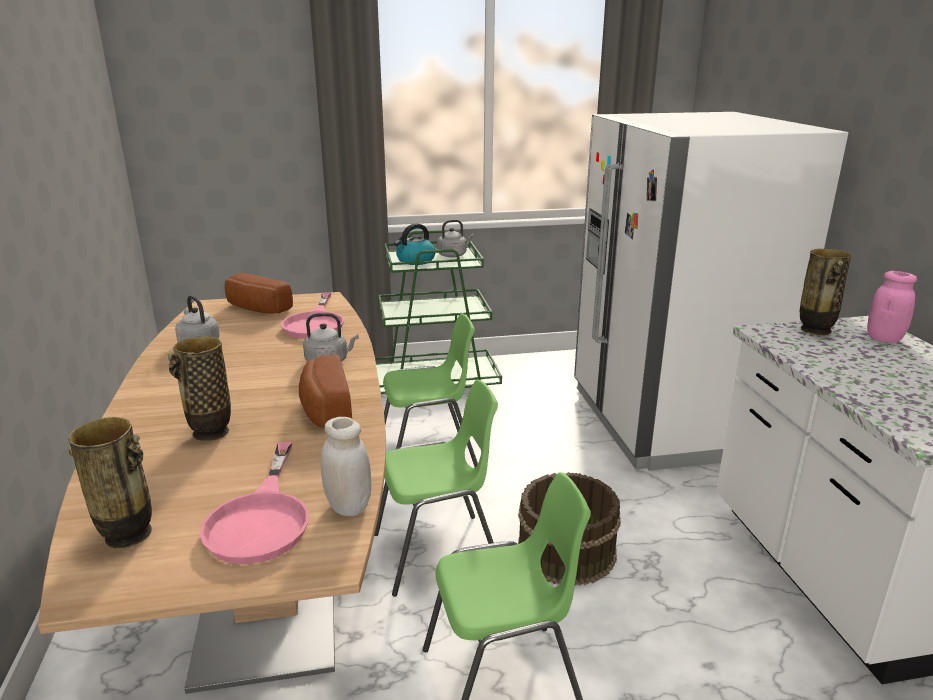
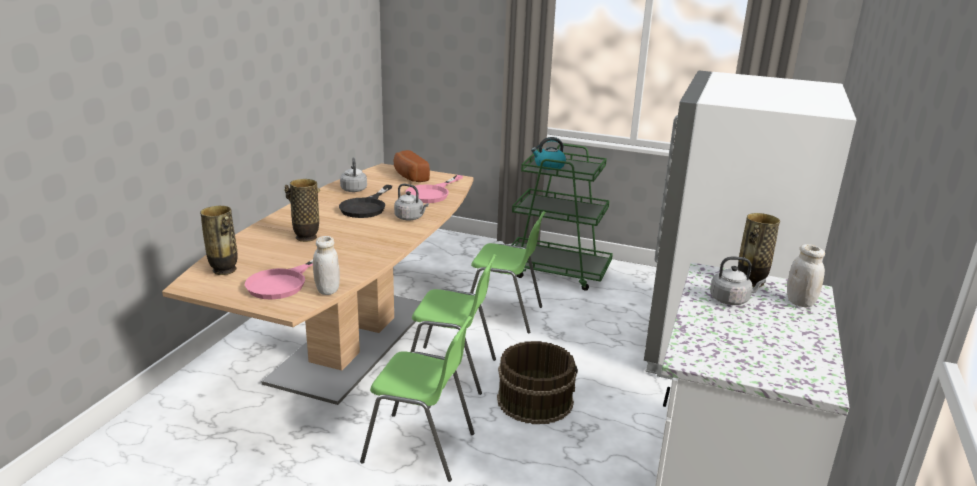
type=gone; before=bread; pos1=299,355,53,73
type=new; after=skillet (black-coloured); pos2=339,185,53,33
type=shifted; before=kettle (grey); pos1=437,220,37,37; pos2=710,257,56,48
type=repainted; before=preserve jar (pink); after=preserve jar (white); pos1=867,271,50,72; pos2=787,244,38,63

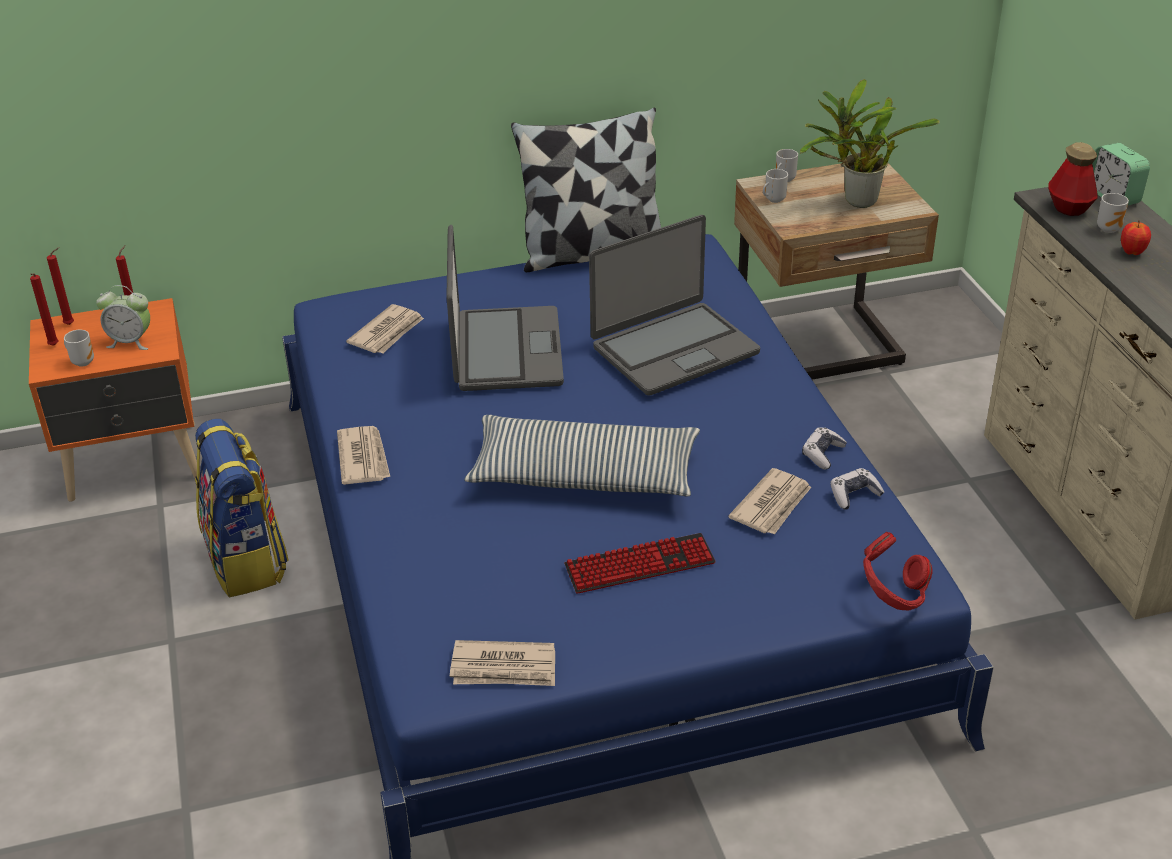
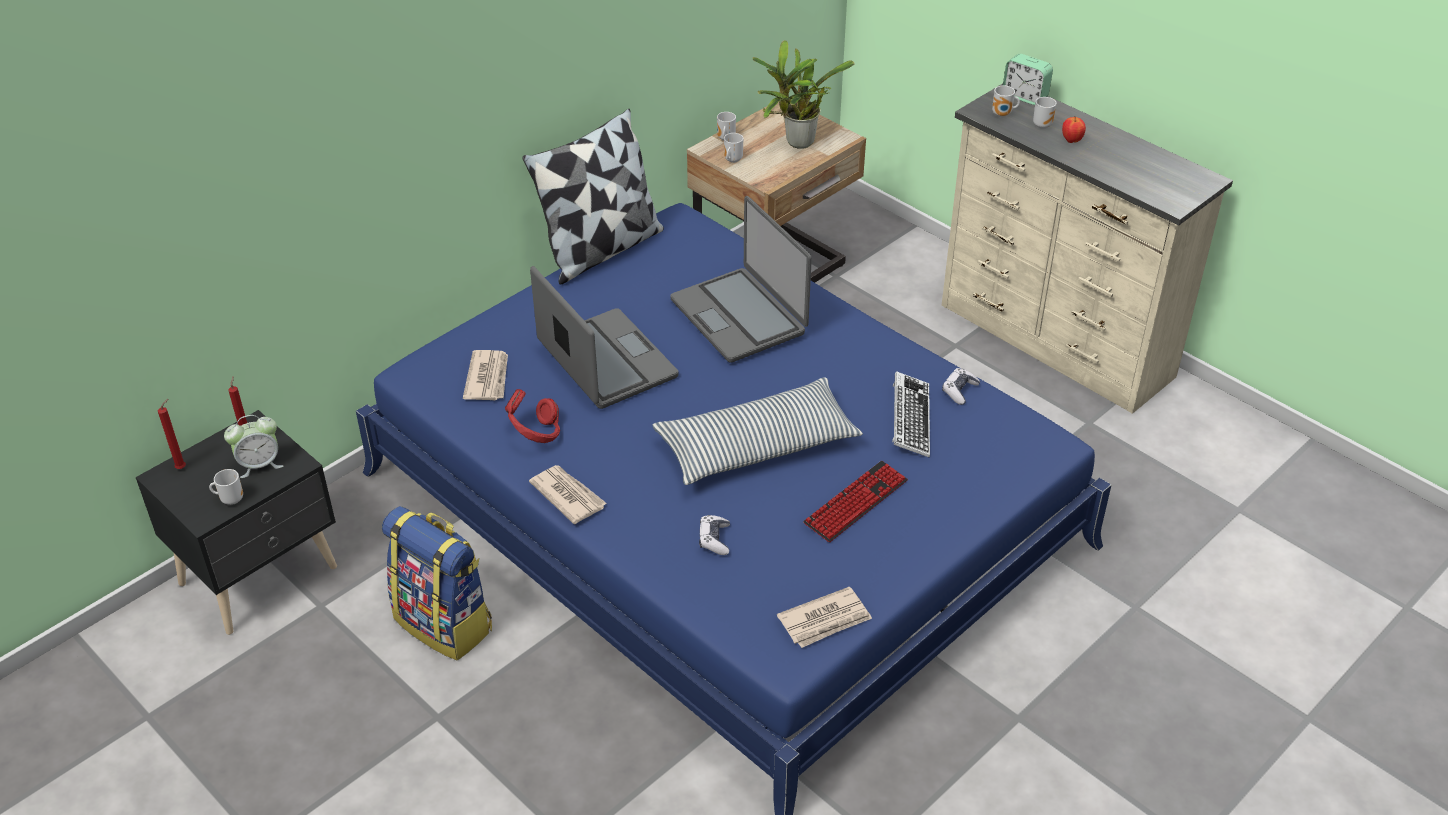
type=gone; before=candle (red-coloured); pos1=30,273,28,73
type=shifted; before=gamepad; pos1=802,427,45,43; pos2=699,515,31,40
type=shifted; before=pair of headphones (red-coloured); pos1=863,532,69,79; pos2=505,389,55,54
type=swapped; before=daily paper; after=keyboard; pos1=728,468,83,67; pos2=892,371,38,87
type=swapped; before=beverage bottle; after=coffee mug; pos1=1048,142,50,74; pos2=992,86,28,31
type=repainted; before=night table (orange); after=night table (black-coloured); pos1=29,298,171,203; pos2=136,410,201,225
type=rotated; before=laptop; pos1=589,215,171,181; pos2=670,196,142,167; turn=120

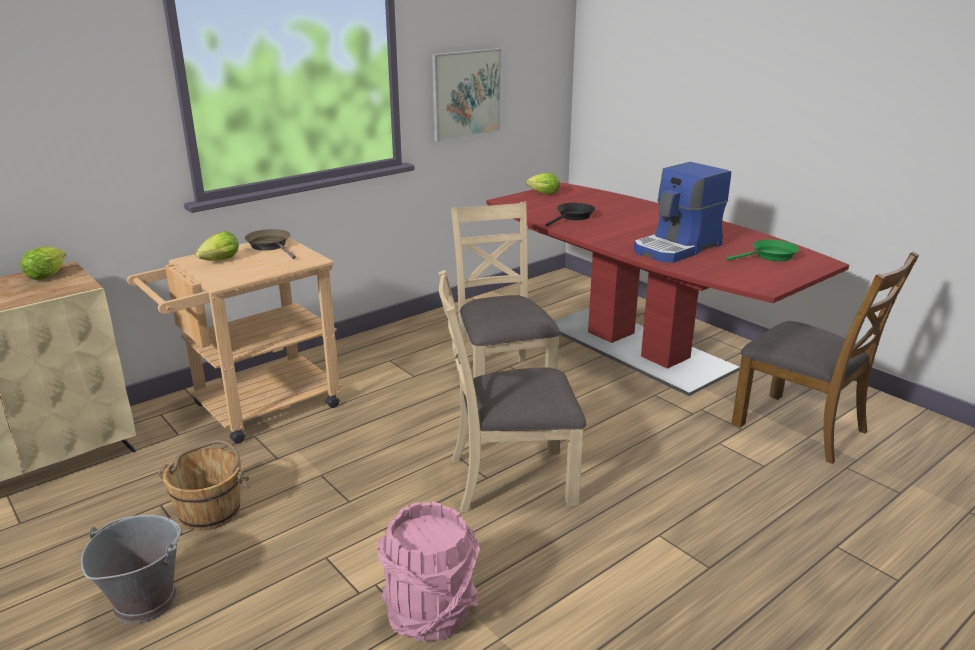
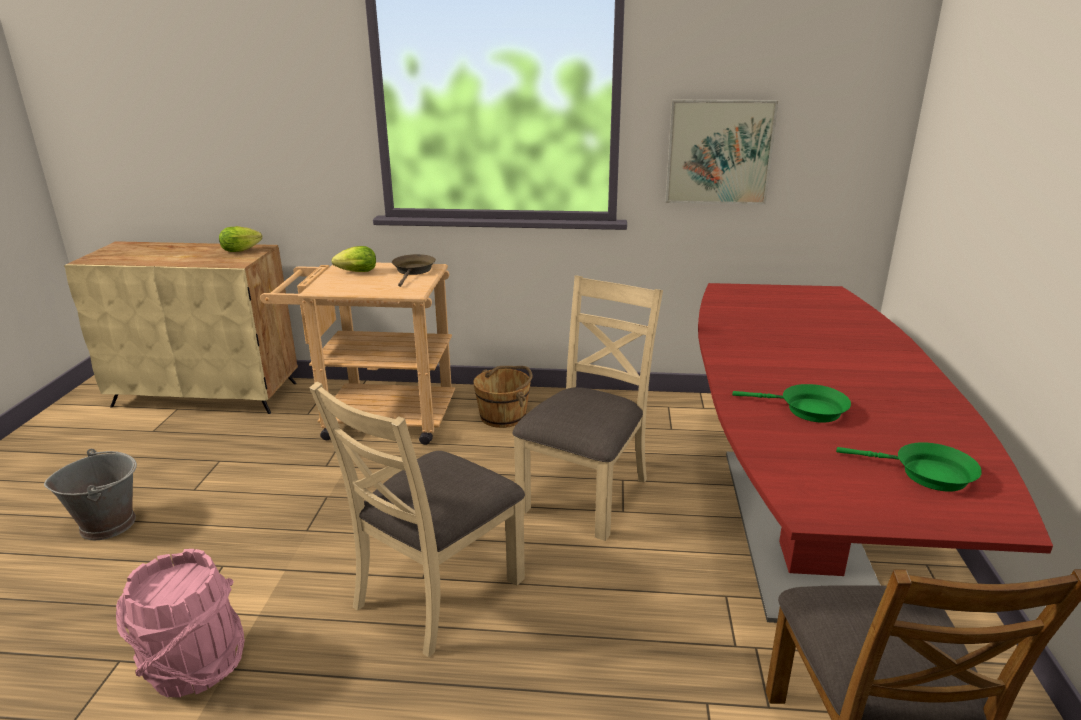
type=gone; before=lettuce; pos1=526,173,34,21
type=gone; before=skillet (black-coloured); pos1=546,203,49,23
type=shifted; before=bucket (brownish); pos1=158,440,92,91; pos2=473,366,59,62
type=swapped; before=coffee brewer; after=skillet (greenish); pos1=634,162,97,101; pos2=732,384,119,39
type=rotated; before=upright chair (beige); pos1=438,270,148,242; pos2=310,382,215,275; turn=-90

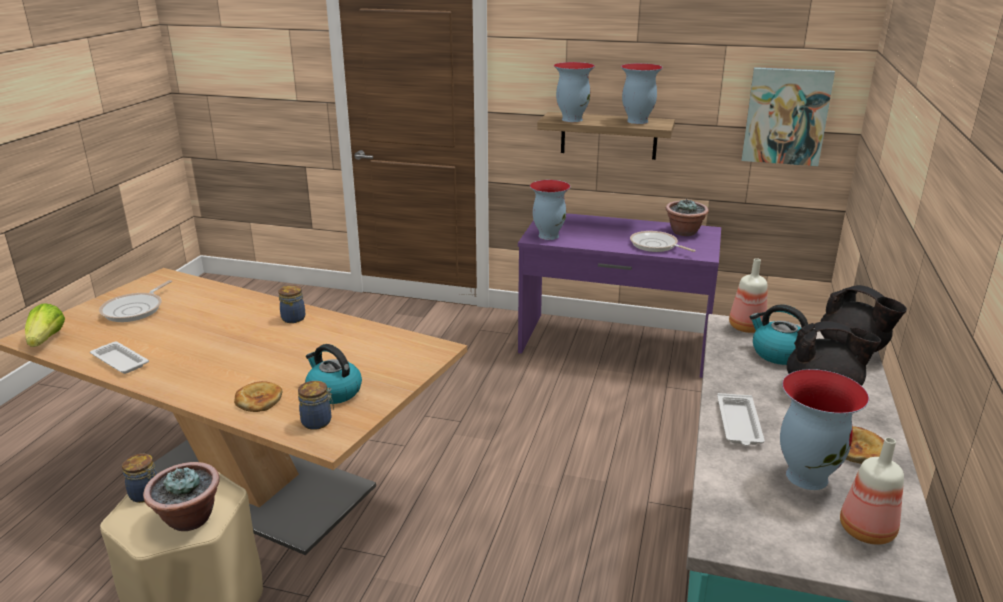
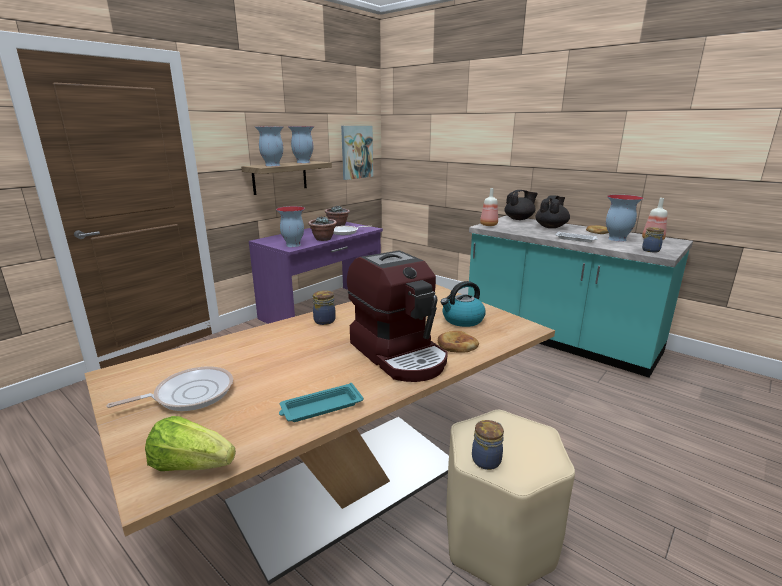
type=gone; before=kettle; pos1=750,304,58,61
type=new; after=coffee brewer; pos2=347,250,101,132
type=shifted; before=plant in a pot; pos1=143,462,77,69; pos2=308,216,29,25
type=shifted; before=preserve jar; pos1=298,381,36,49; pos2=642,227,22,25
type=repainted; before=carrying tray (white); after=carrying tray (turquoise); pos1=90,342,59,32; pos2=279,383,85,39
type=rotated; before=skillet; pos1=99,280,73,42; pos2=106,366,127,45; turn=-75

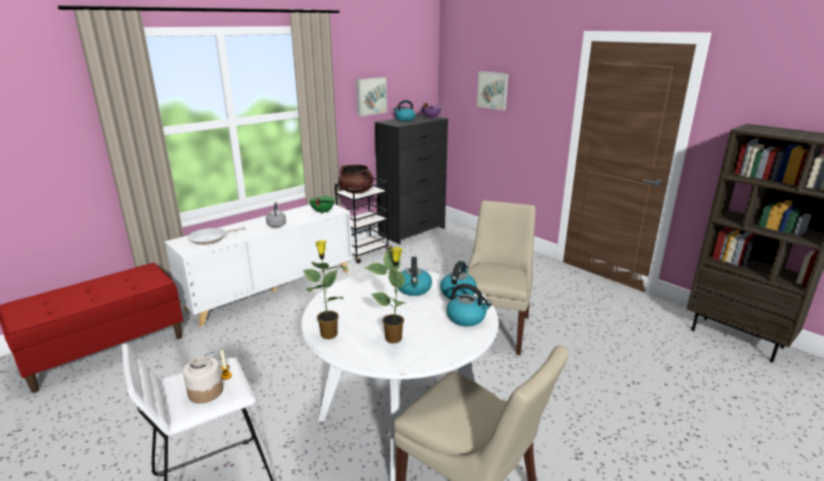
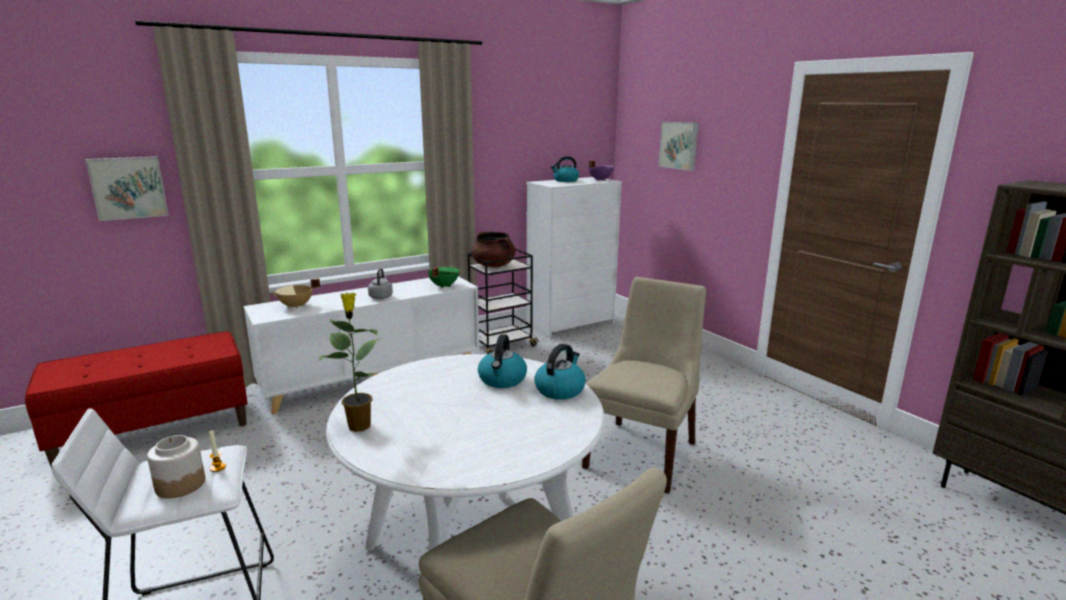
type=gone; before=plant in a pot; pos1=365,247,55,96
type=gone; before=kettle; pos1=446,283,46,43
type=shifted; before=wall picture; pos1=356,77,31,39; pos2=86,156,83,65
type=swapped; before=skillet; after=stockpot (beige); pos1=188,227,57,18; pos2=270,278,50,31
type=repainted; before=drawer chest (black-coloured); after=drawer chest (white); pos1=375,114,73,131; pos2=526,177,96,161

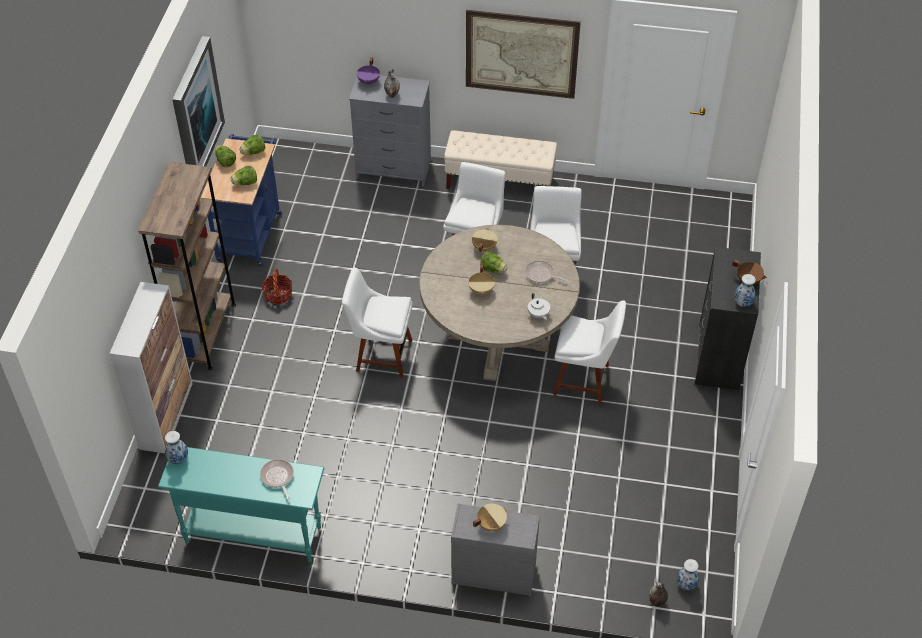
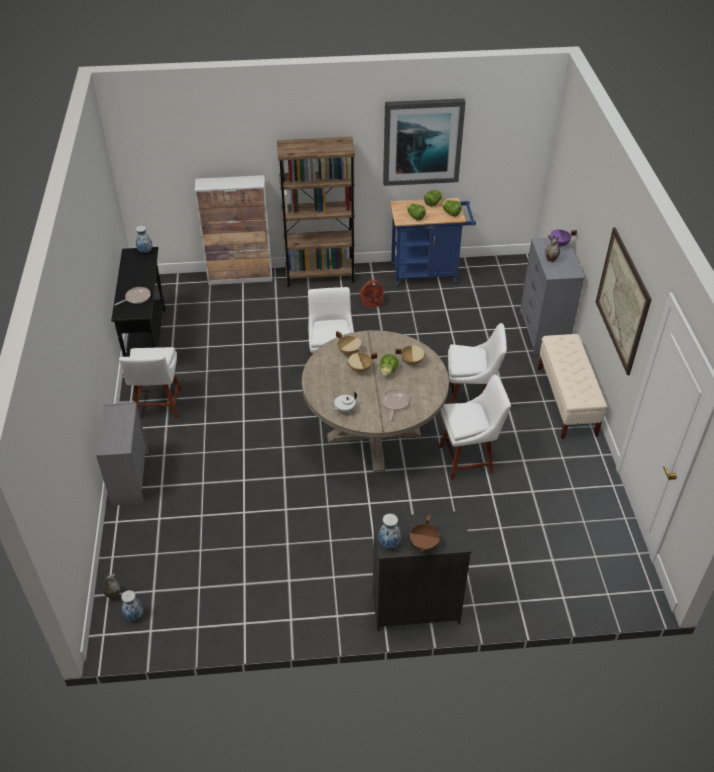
type=shifted; before=stockpot (beige); pos1=473,504,35,27; pos2=336,331,25,24
type=shifted; before=upright chair (white); pos1=553,300,73,104; pos2=119,347,63,72
type=repainted; before=console table (turquoise); after=console table (black-coloured); pos1=158,447,166,115; pos2=111,247,55,110

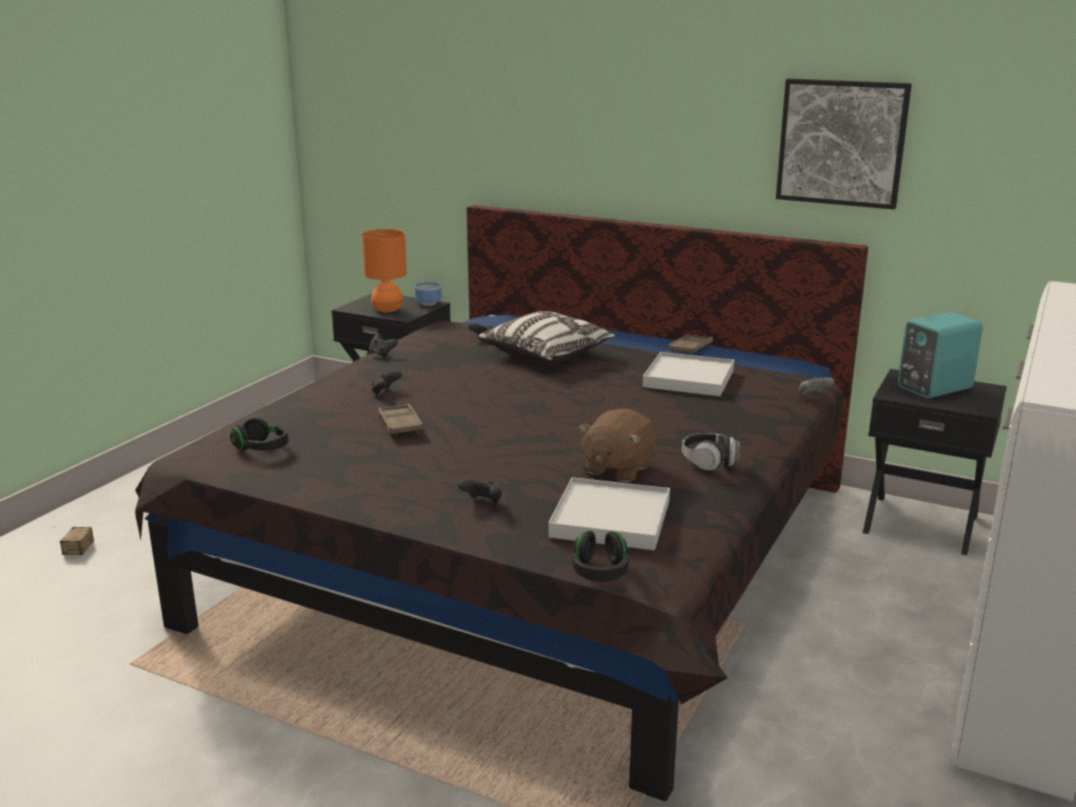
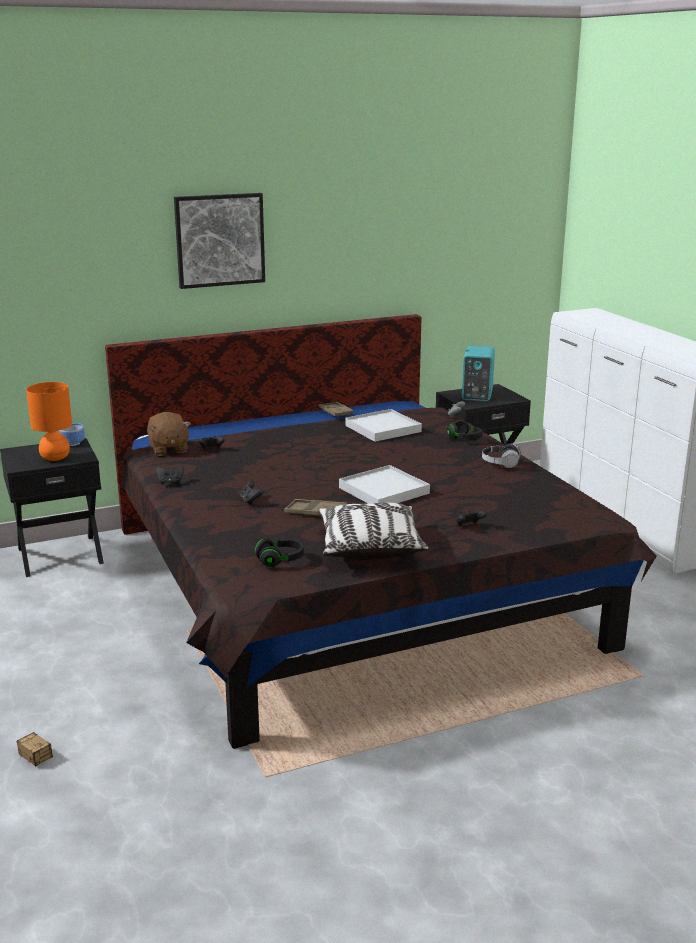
type=shifted; before=pillow; pos1=477,311,139,53; pos2=318,502,110,58
type=shifted; before=carrying tray (white); pos1=548,477,122,73; pos2=339,465,91,39
type=shifted; before=pair of headphones (black-coloured); pos1=572,531,57,51; pos2=446,420,36,20
type=shifted; before=plush toy (brownish); pos1=578,409,78,74; pos2=147,412,44,44
type=shifted; before=wall picture; pos1=776,78,136,131; pos2=174,193,91,96

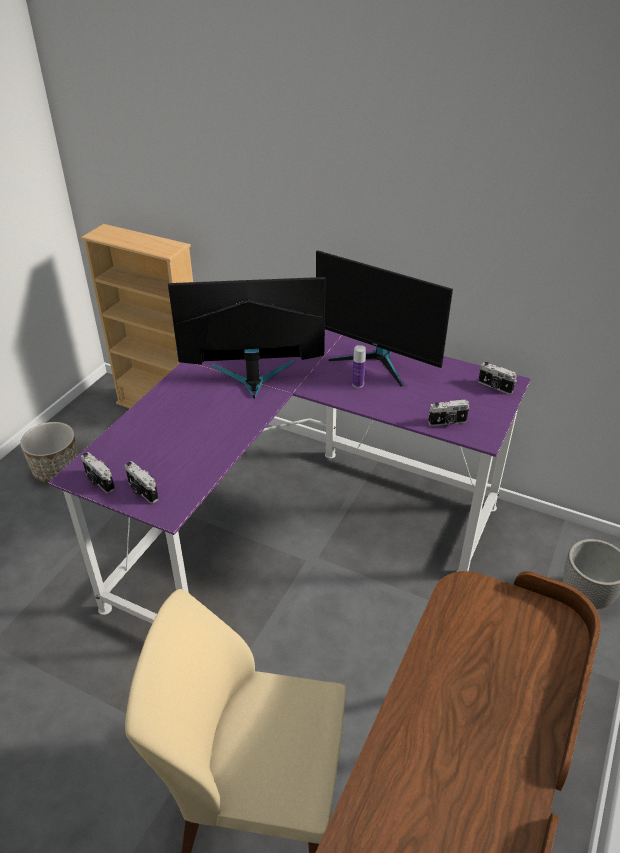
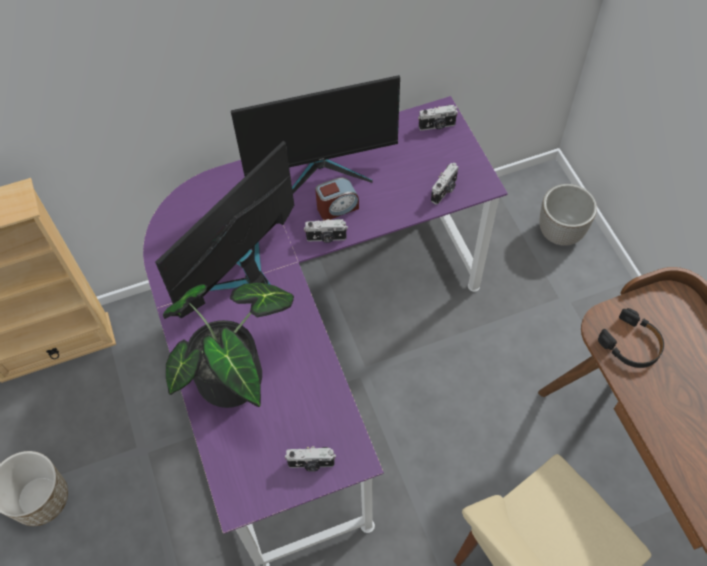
type=new; after=plant in a pot; pos2=163,283,131,125
type=new; after=pair of headphones (black-coloured); pos2=598,308,66,60
type=shifted; before=photo camera; pos1=81,452,34,41; pos2=304,219,44,24
type=swapped; before=beverage bottle; after=alarm clock; pos1=352,345,14,43; pos2=315,178,44,42

